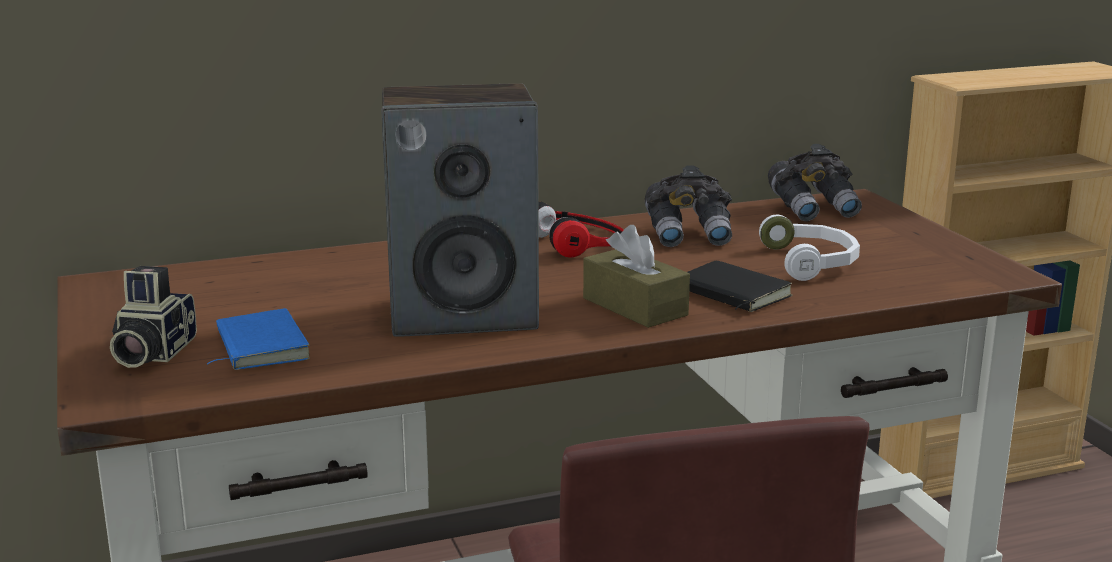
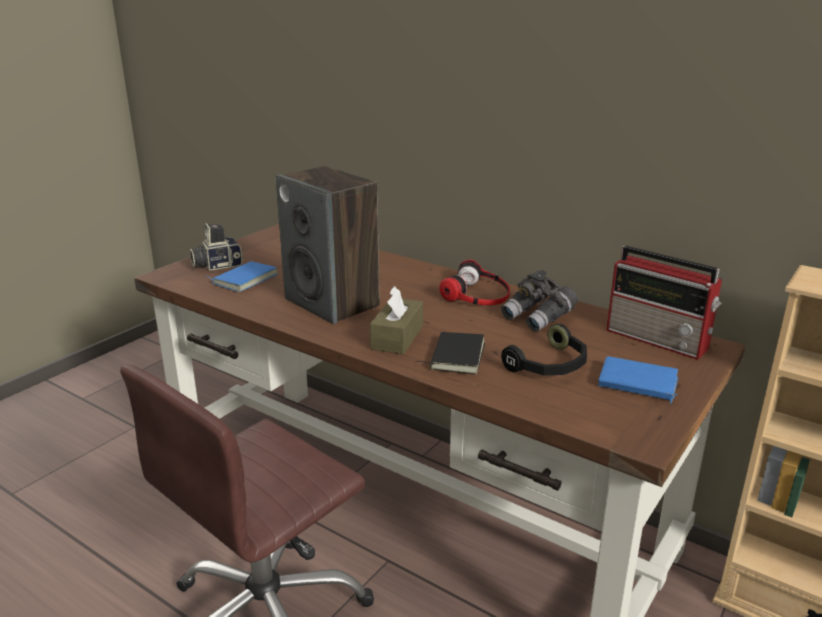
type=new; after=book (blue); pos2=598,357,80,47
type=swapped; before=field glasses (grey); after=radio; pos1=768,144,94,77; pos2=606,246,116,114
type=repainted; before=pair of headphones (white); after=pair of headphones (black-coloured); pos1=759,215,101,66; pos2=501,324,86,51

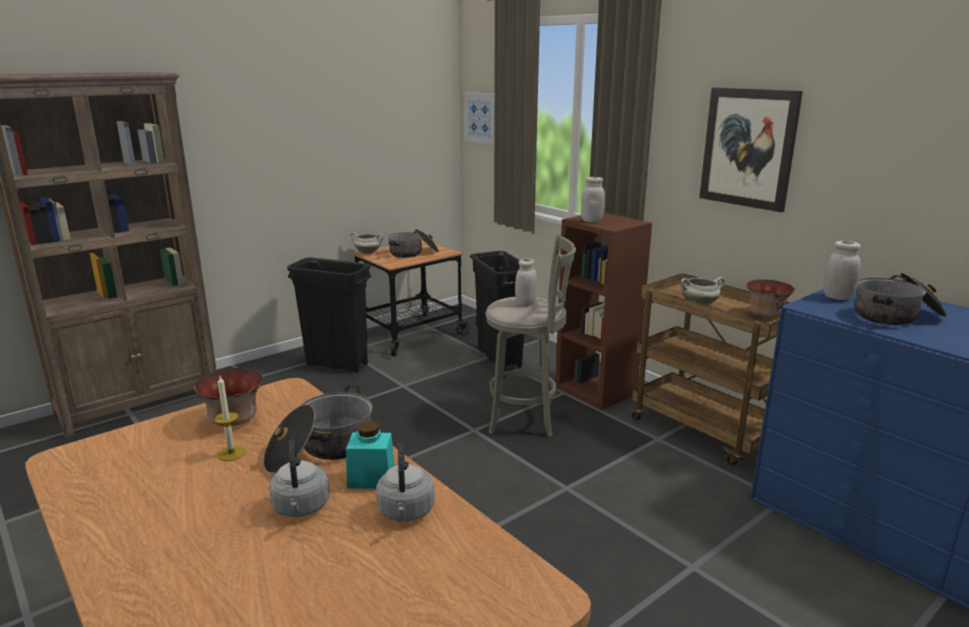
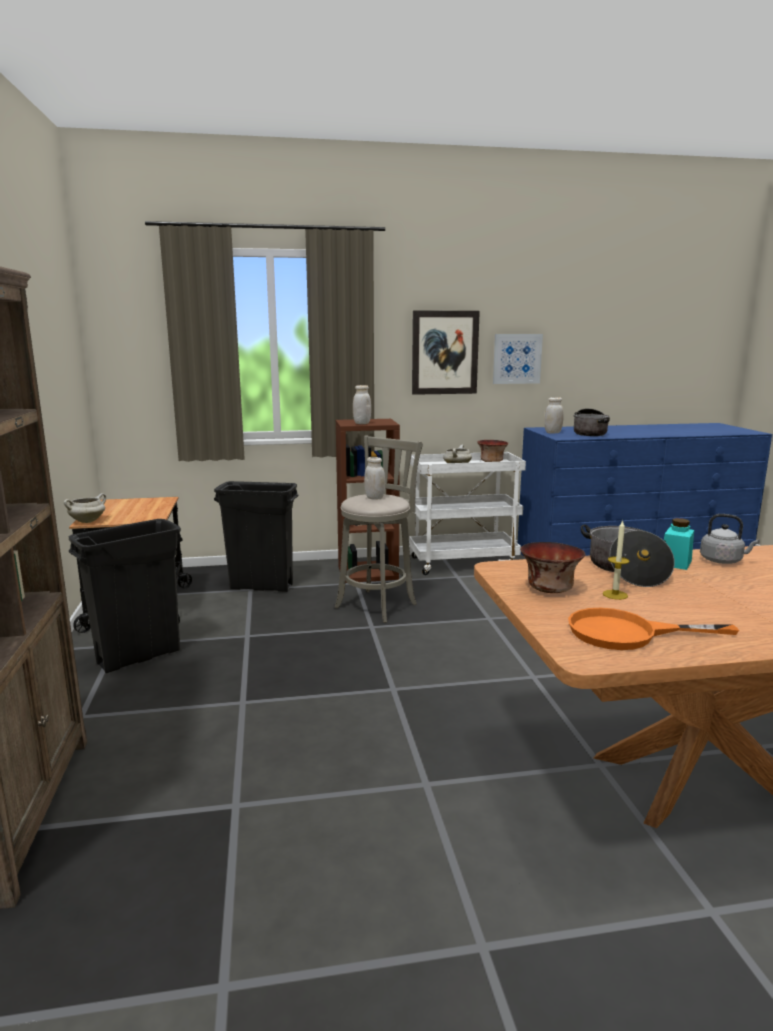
type=gone; before=kettle (grey); pos1=269,440,60,77
type=gone; before=stockpot; pos1=388,229,51,29
type=new; after=skillet (orange); pos2=568,608,171,42
type=shifted; before=wall picture; pos1=464,92,31,53; pos2=493,334,50,50
type=repainted; before=trolley (brownish); after=trolley (white); pos1=632,273,158,193; pos2=409,452,117,123

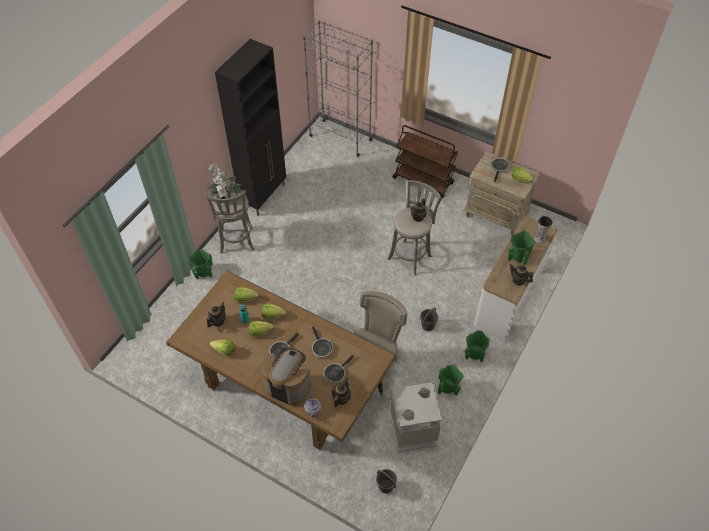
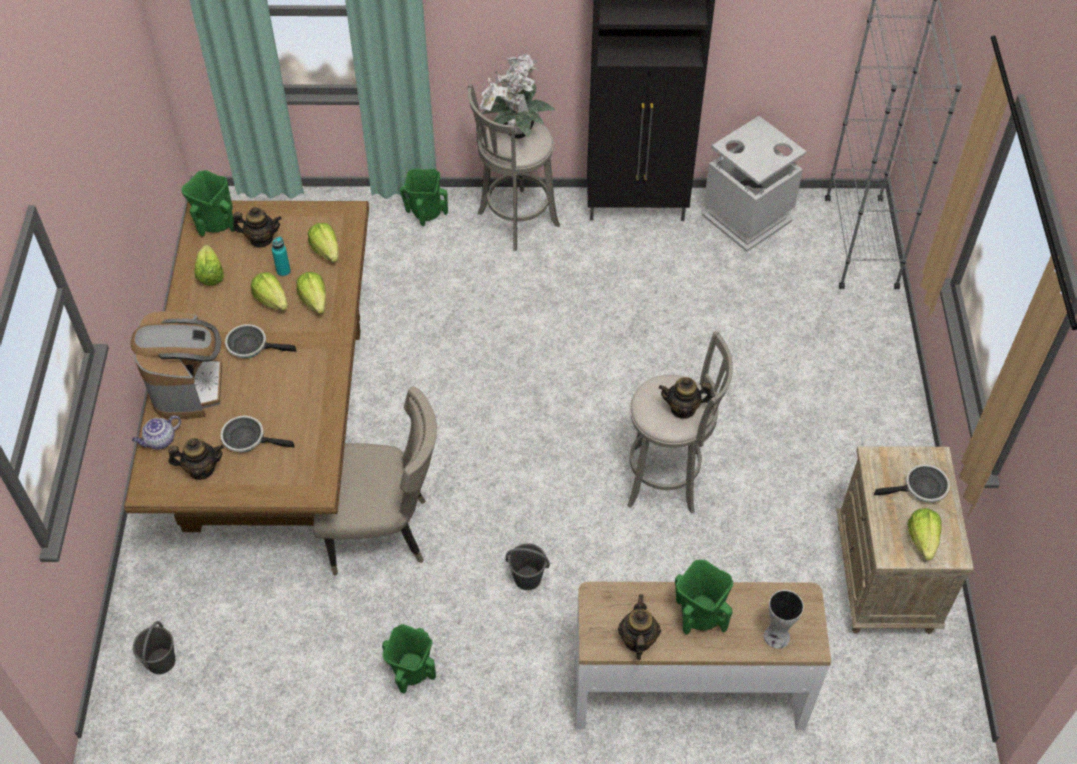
type=gone; before=skillet; pos1=312,326,21,32
type=gone; before=trolley (brownish); pos1=392,125,66,74
type=shifted; before=rubbish bin (grey); pos1=390,382,52,70; pos2=702,116,105,136
type=shifted; before=vase (greenish); pos1=465,330,25,32; pos2=182,170,53,67

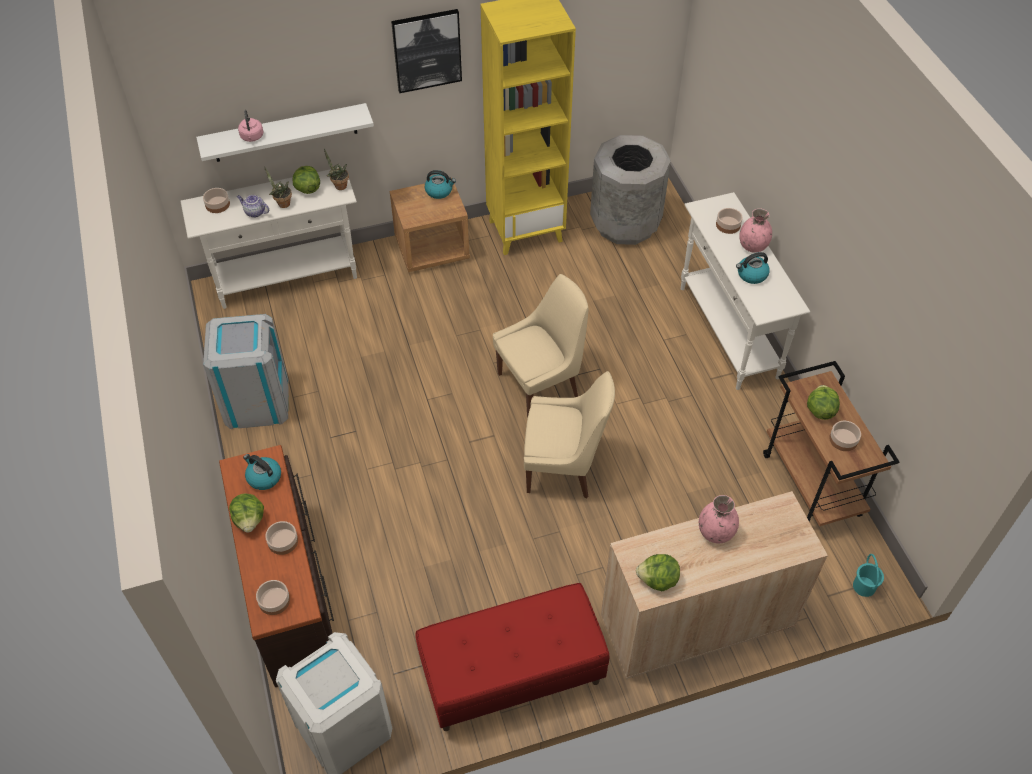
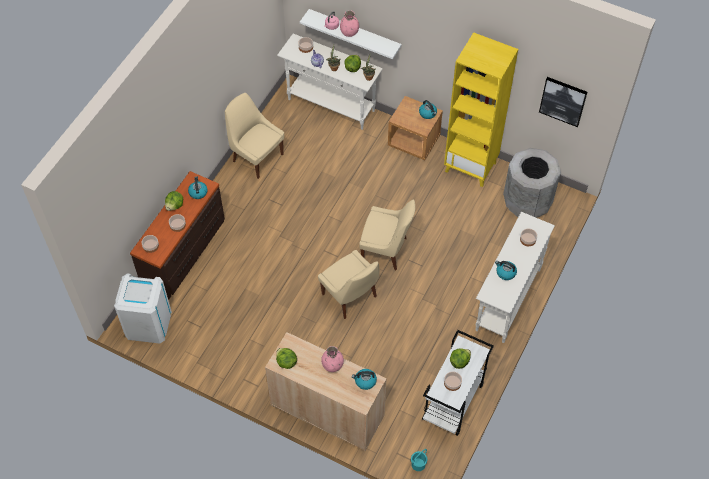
type=gone; before=bench (red-coloured); pos1=416,583,193,148
type=new; after=kettle; pos2=352,369,25,21
type=shifted; before=wall picture; pos1=391,9,71,84; pos2=539,77,49,50
type=shifted; before=vase (pink); pos1=740,209,32,44; pos2=340,10,19,27
type=swapped; before=rubbish bin (grey); after=upright chair (beige); pos1=203,314,86,115; pos2=225,93,59,86
type=repainted; before=trolley (brownish); after=trolley (white); pos1=763,361,136,165; pos2=422,330,72,106

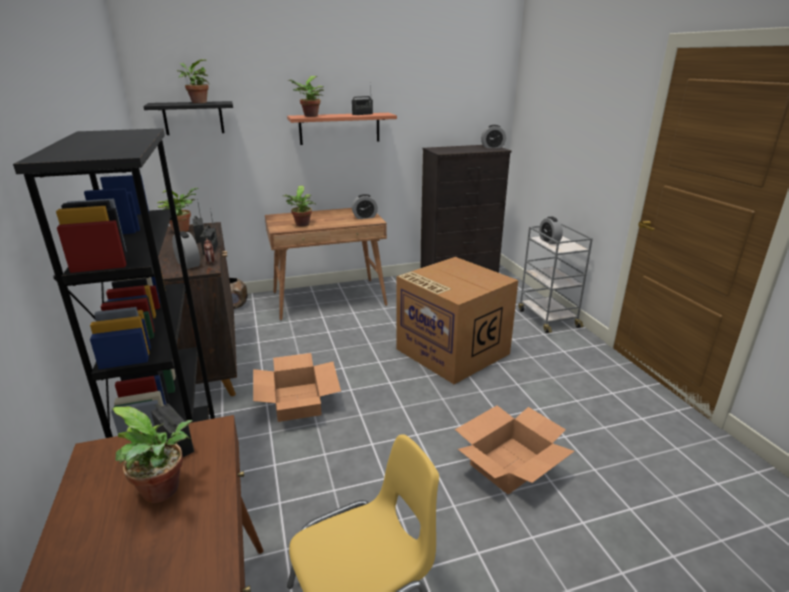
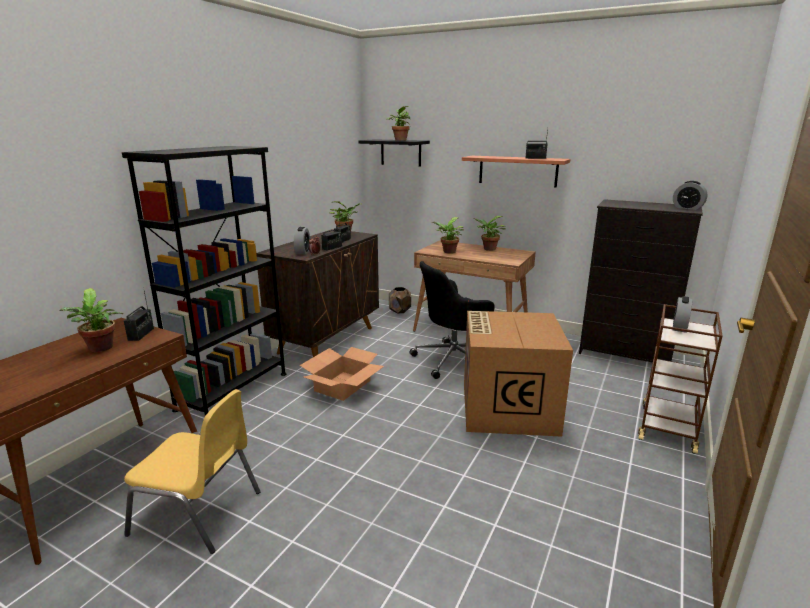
type=gone; before=alarm clock; pos1=352,194,26,25
type=gone; before=carton; pos1=455,405,120,90
type=new; after=computer chair (black-coloured); pos2=409,261,85,118
type=shifted; before=plant in a pot; pos1=288,76,36,41; pos2=473,216,32,35
type=repainted; before=trolley (grey); after=trolley (brownish); pos1=518,223,75,110; pos2=638,304,85,150

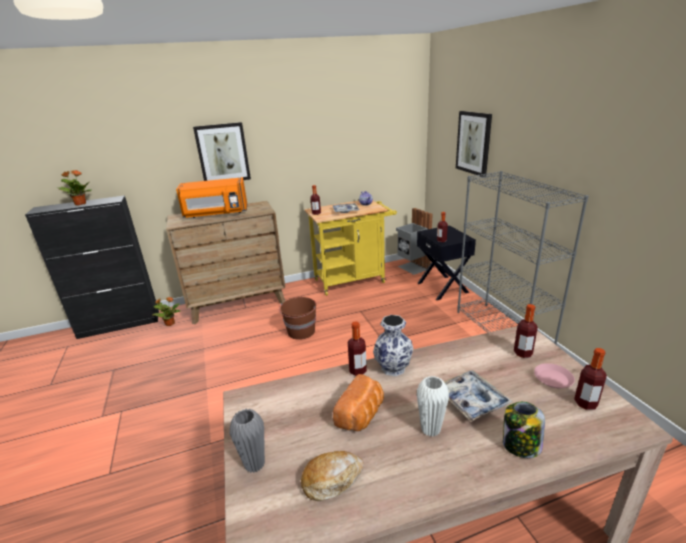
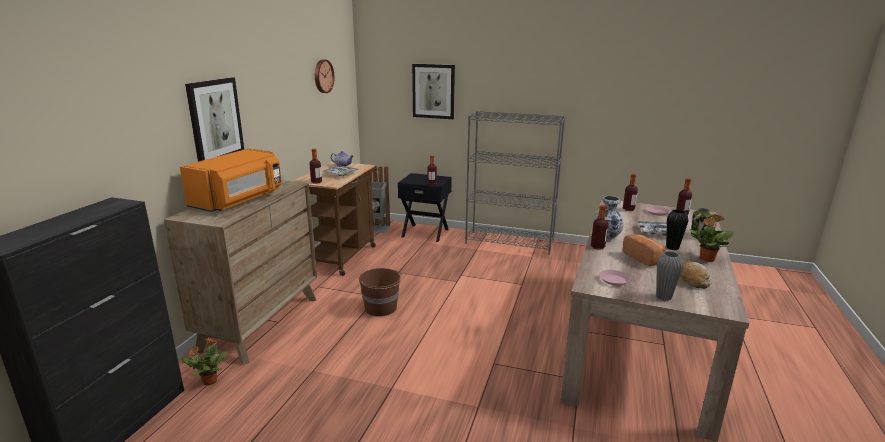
type=new; after=hanging clock; pos2=315,60,20,33
type=new; after=dinner plate (pink); pos2=599,270,32,15
type=shifted; before=plant in a pot; pos1=56,170,36,35; pos2=689,214,45,48
type=repainted; before=trolley (yellow-coloured); after=trolley (brownish); pos1=304,201,93,95; pos2=294,162,84,114
type=repainted; before=vase (white); after=vase (black-coloured); pos1=417,376,32,61; pos2=666,210,22,40

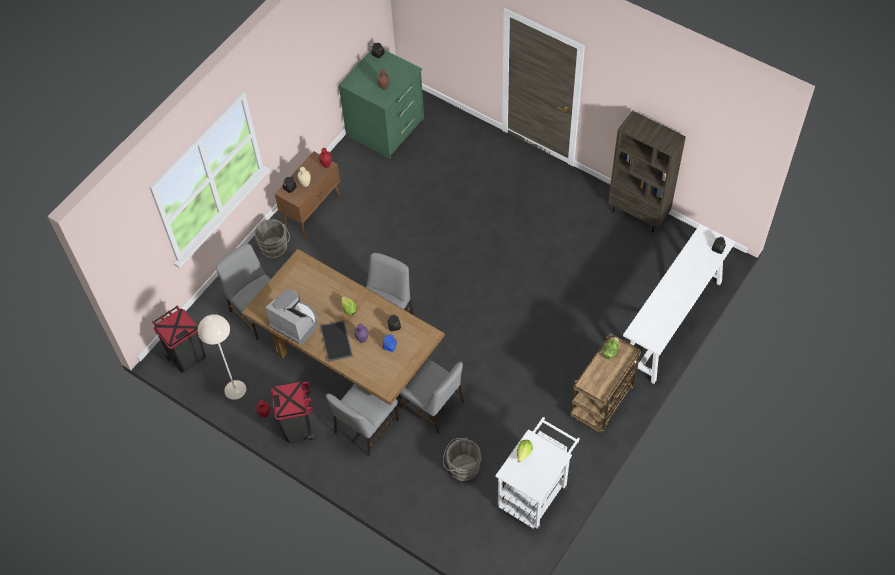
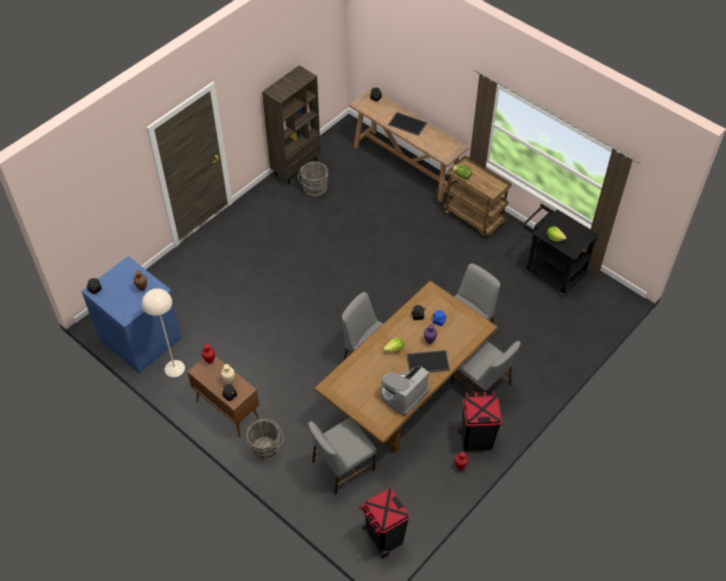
type=new; after=carrying tray; pos2=388,112,39,24
type=shifted; before=floor lamp (beige); pos1=198,314,48,86; pos2=142,288,43,89
type=shifted; before=bucket (grey); pos1=443,438,39,43; pos2=298,161,30,35
type=repainted; before=drawer chest (greenish); after=drawer chest (blue); pos1=338,48,86,111; pos2=81,256,100,117
type=repainted; before=trolley (white); after=trolley (black-coloured); pos1=495,417,85,113; pos2=520,204,79,93
type=repainted; before=console table (white); after=console table (brownish); pos1=623,224,112,160; pos2=350,88,119,114

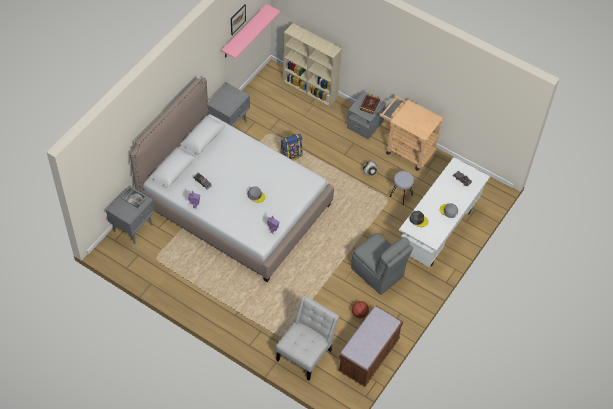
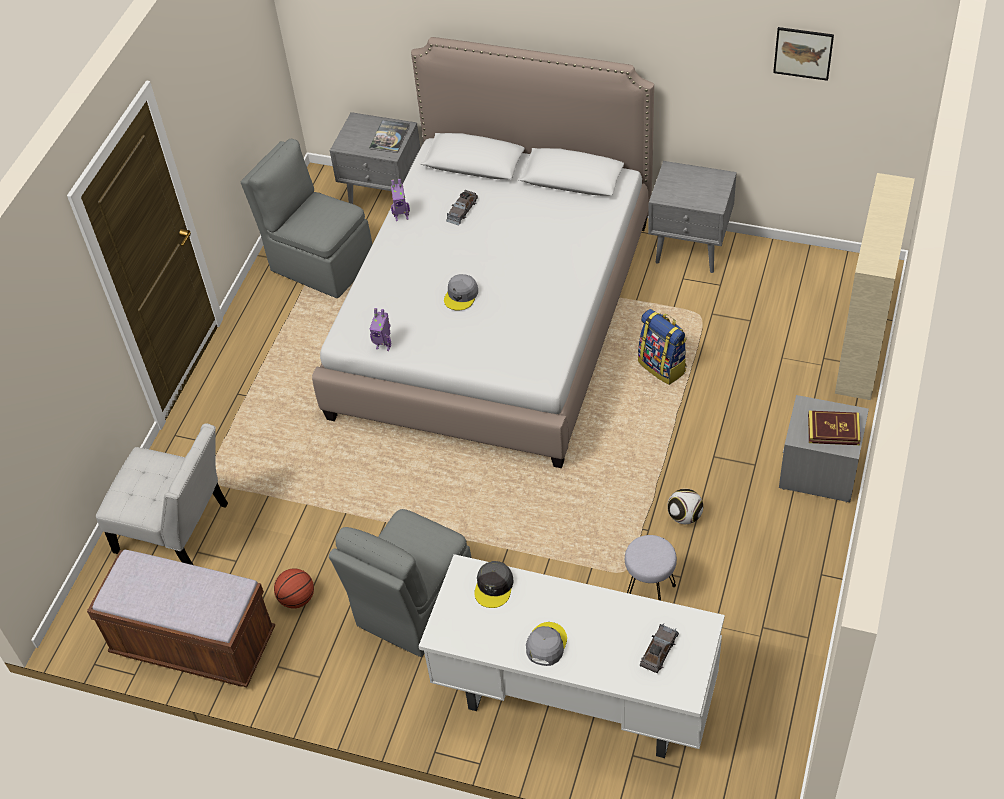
type=gone; before=wall shelf (pink); pos1=221,4,59,55
type=gone; before=trolley (beige); pos1=379,96,64,75
type=new; after=upright chair (grey); pos2=241,139,132,159

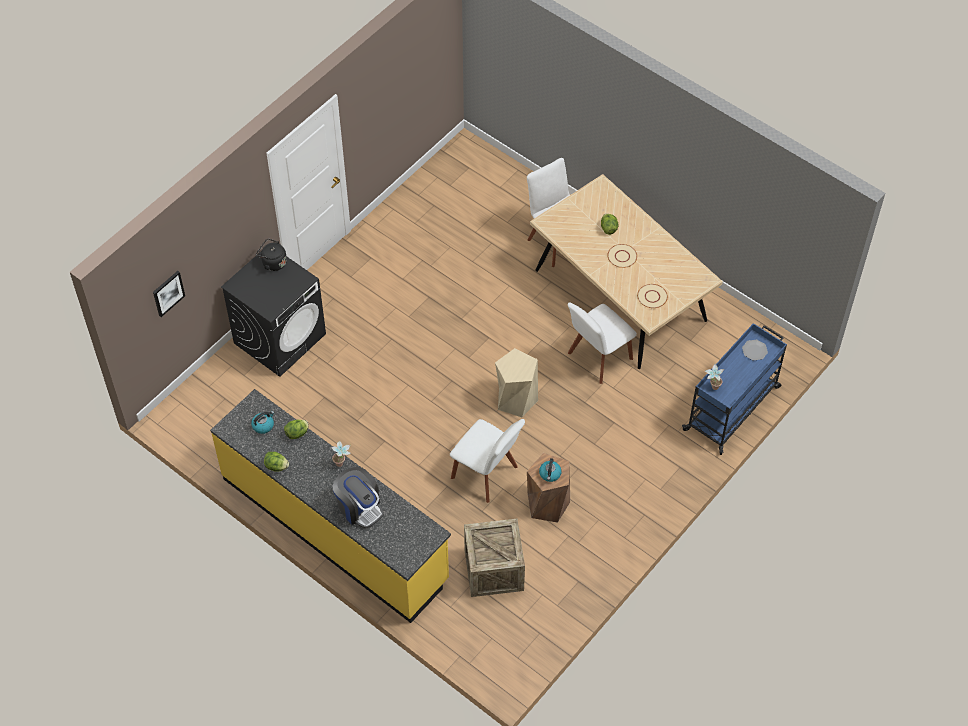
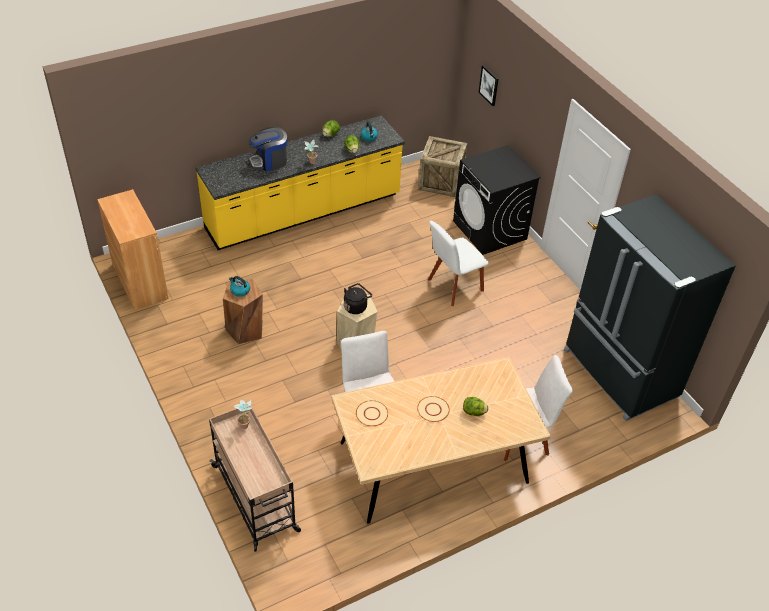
type=gone; before=dinner plate; pos1=742,340,26,21
type=new; after=storage cabinet (brownish); pos2=97,189,72,121
type=new; after=fridge (black-coloured); pos2=564,194,172,227
type=shifted; before=kettle (black-coloured); pos1=256,238,31,33; pos2=344,283,28,31
type=shifted; before=upright chair (white); pos1=450,419,75,84; pos2=428,221,61,85
type=shifted; before=crate; pos1=464,519,61,78; pos2=418,136,49,61
type=repainted; before=trolley (blue); after=trolley (beige); pos1=682,323,105,132; pos2=209,405,92,147

